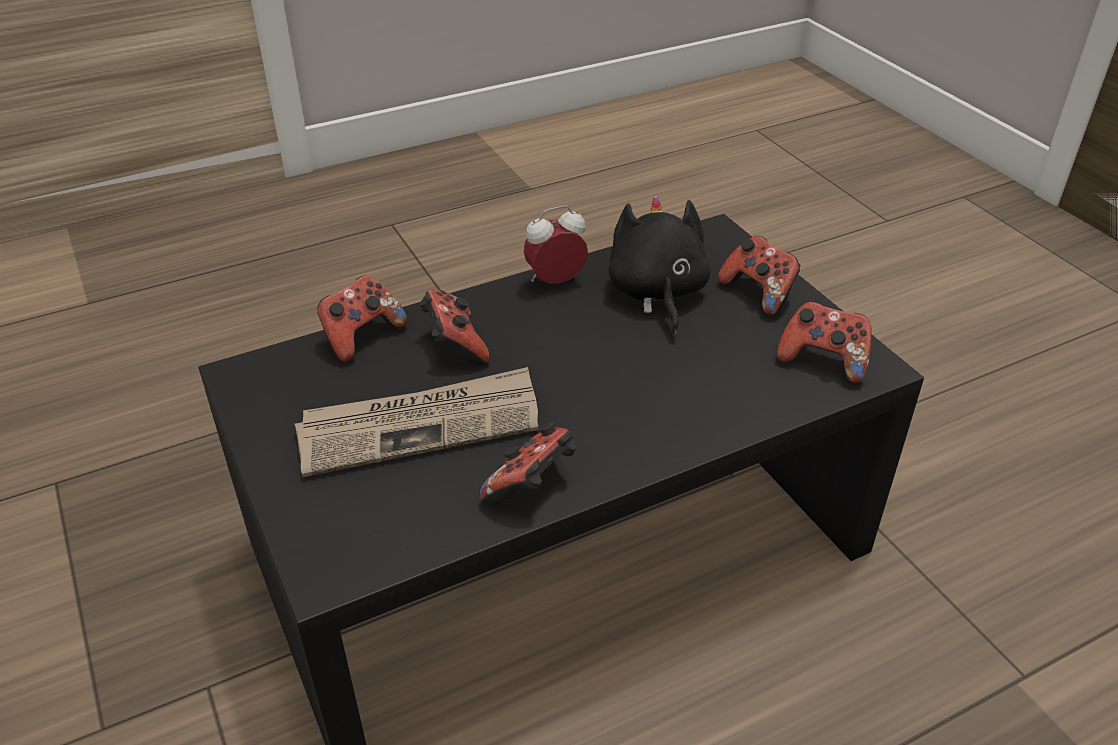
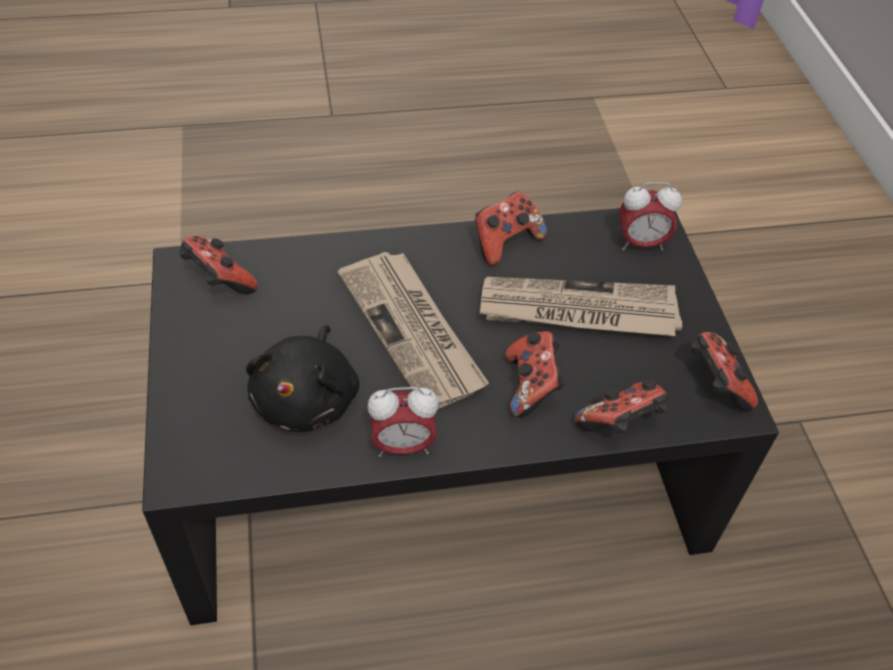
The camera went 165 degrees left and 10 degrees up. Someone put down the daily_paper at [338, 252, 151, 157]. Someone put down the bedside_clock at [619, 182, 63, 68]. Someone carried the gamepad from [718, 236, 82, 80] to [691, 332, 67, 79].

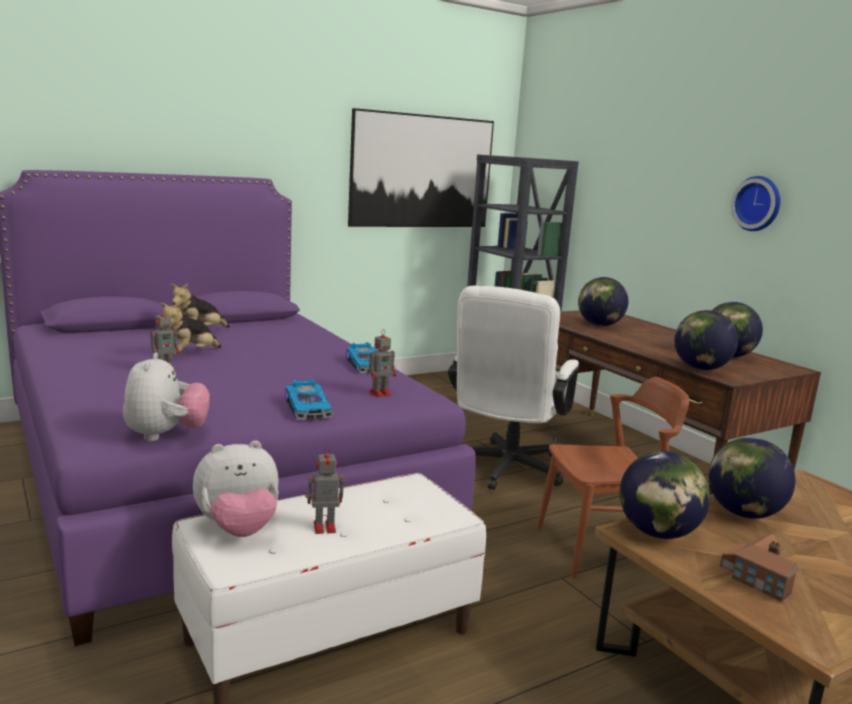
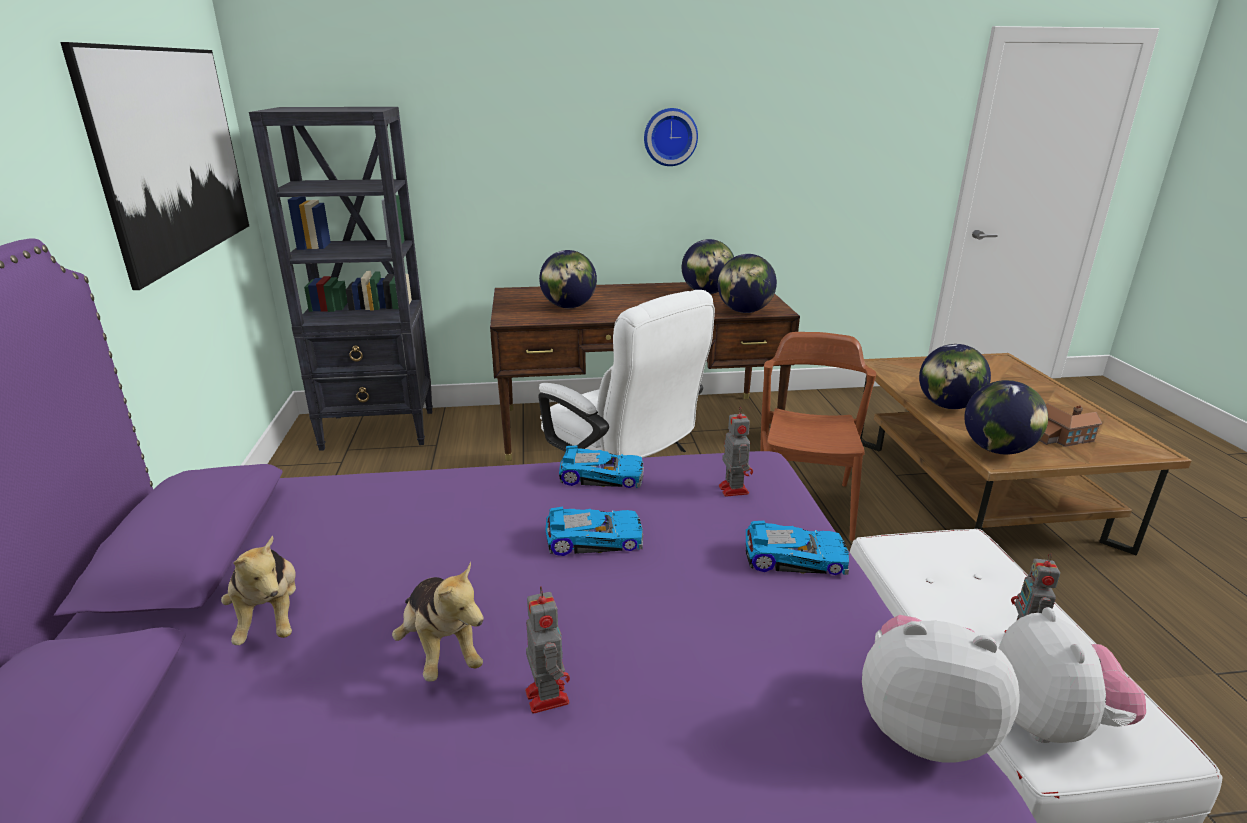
The camera went 65 degrees left and 10 degrees up. Someone put down the toy_car at [545, 506, 98, 50].

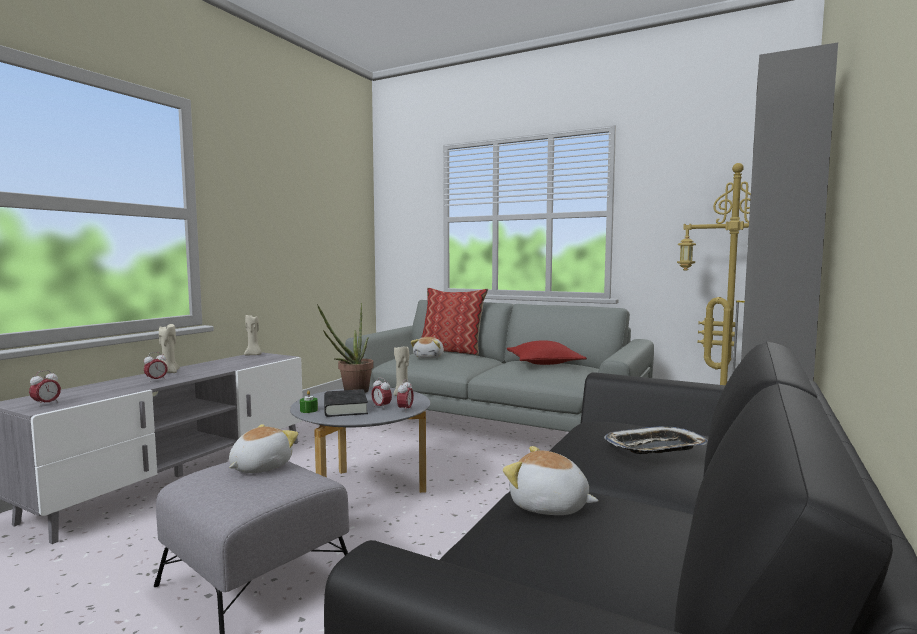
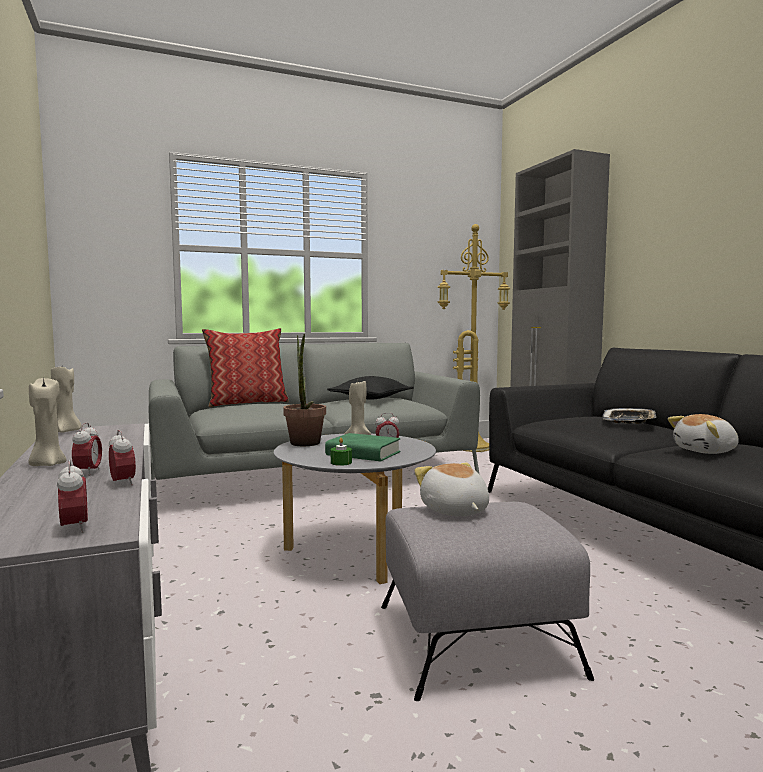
The camera went 50 degrees left and 0 degrees up. Someone took away the plush_toy at [411, 337, 33, 22]. Someone carried the bedside_clock from [397, 379, 17, 29] to [109, 430, 27, 56]. Someone repainted the black_book at [324, 389, 44, 28], which became the greenish_book at [325, 433, 75, 28]. Someone repainted the reddish_throw_pillow at [507, 340, 80, 25], which became the black_throw_pillow at [327, 376, 87, 23].

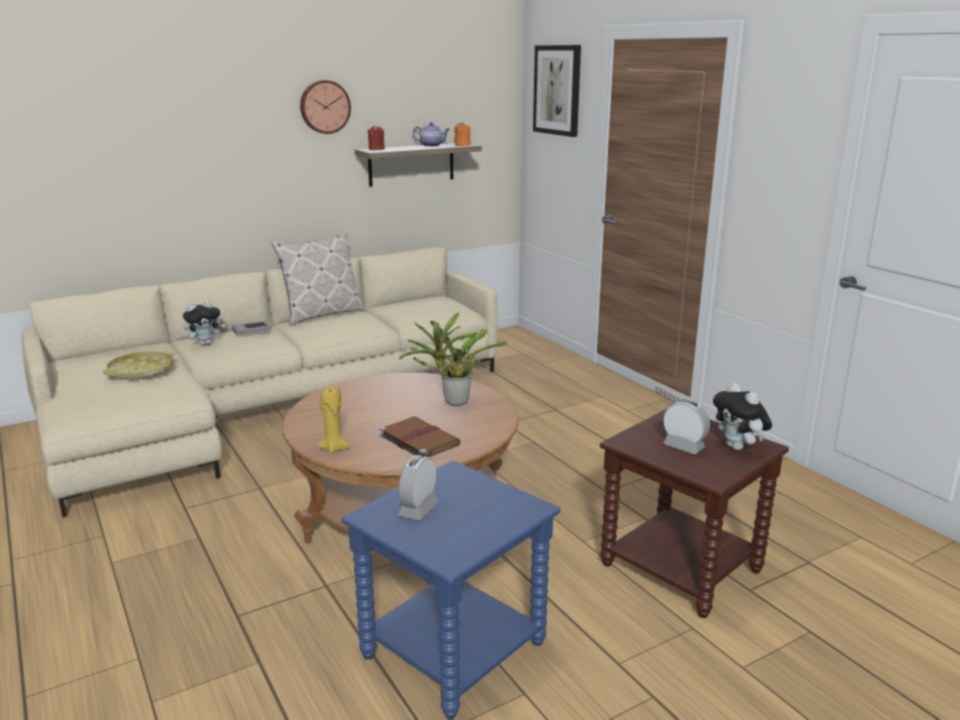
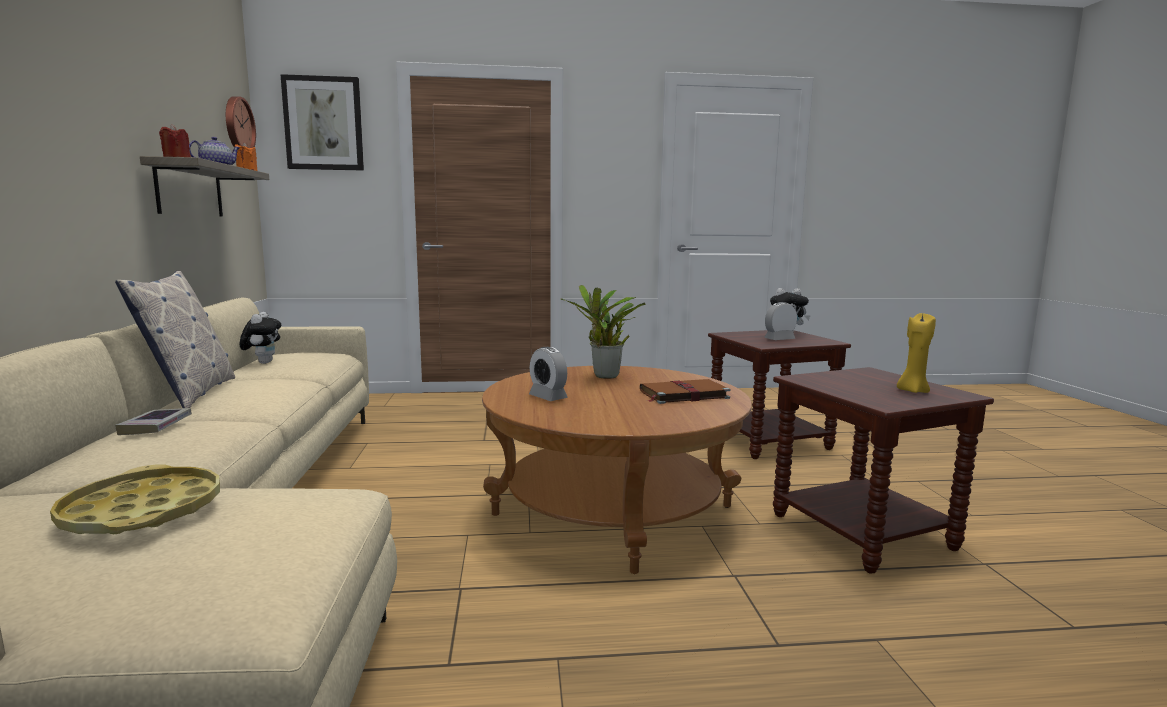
The camera went 65 degrees left and 10 degrees down. Someone carried the plush_toy from [183, 301, 43, 45] to [239, 312, 42, 52]. Someone carried the clock_on_the_wall from [300, 80, 51, 54] to [226, 96, 30, 52]. Someone carried the yellow-coloured_wax_candle from [317, 386, 33, 68] to [897, 313, 39, 80]. Someone carried the bedside_clock from [398, 455, 41, 66] to [529, 347, 39, 54]. Someone repainted the bluish_accent_table at [341, 461, 219, 258], which became the brown-coloured_accent_table at [773, 367, 221, 207].

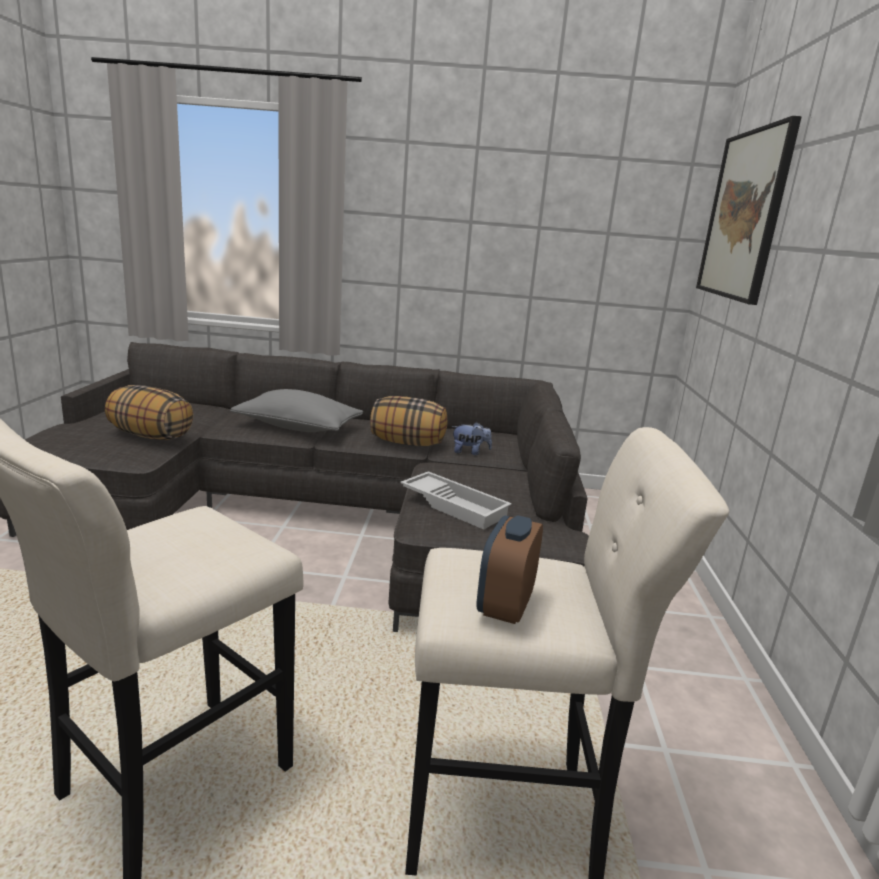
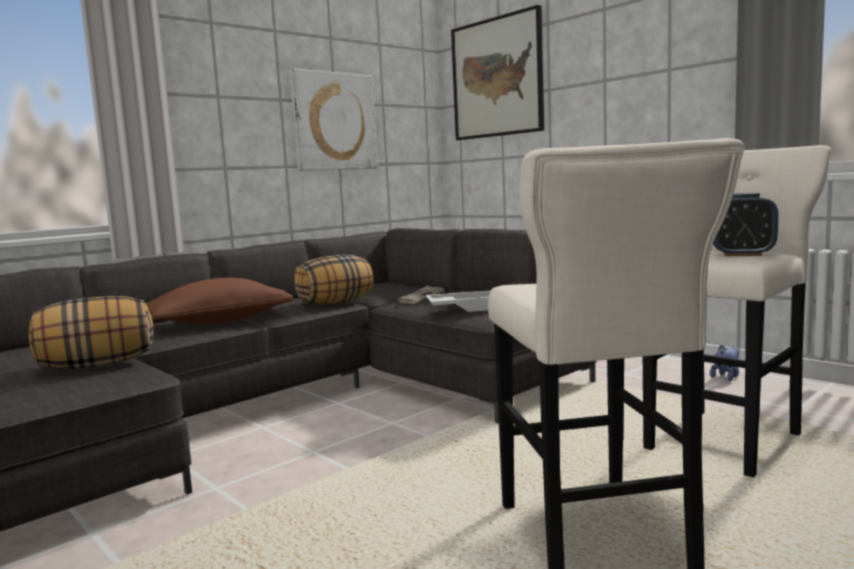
The camera went 45 degrees left and 10 degrees down. Someone put up the wall_picture at [290, 68, 88, 103]. Someone put down the daily_paper at [398, 285, 47, 19]. Someone carried the plush_toy from [452, 422, 40, 33] to [710, 345, 29, 36]. Someone repainted the grey_throw_pillow at [230, 389, 133, 43], which became the brown-coloured_throw_pillow at [146, 278, 148, 47]. Someone rotated the bedside_clock at [477, 515, 66, 109] by 45 degrees counterclockwise.

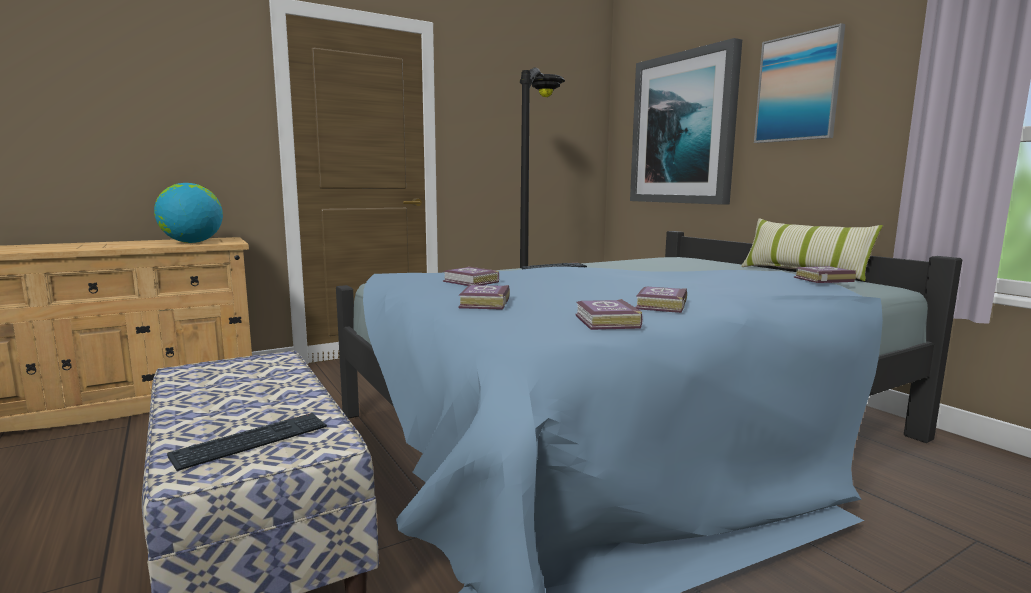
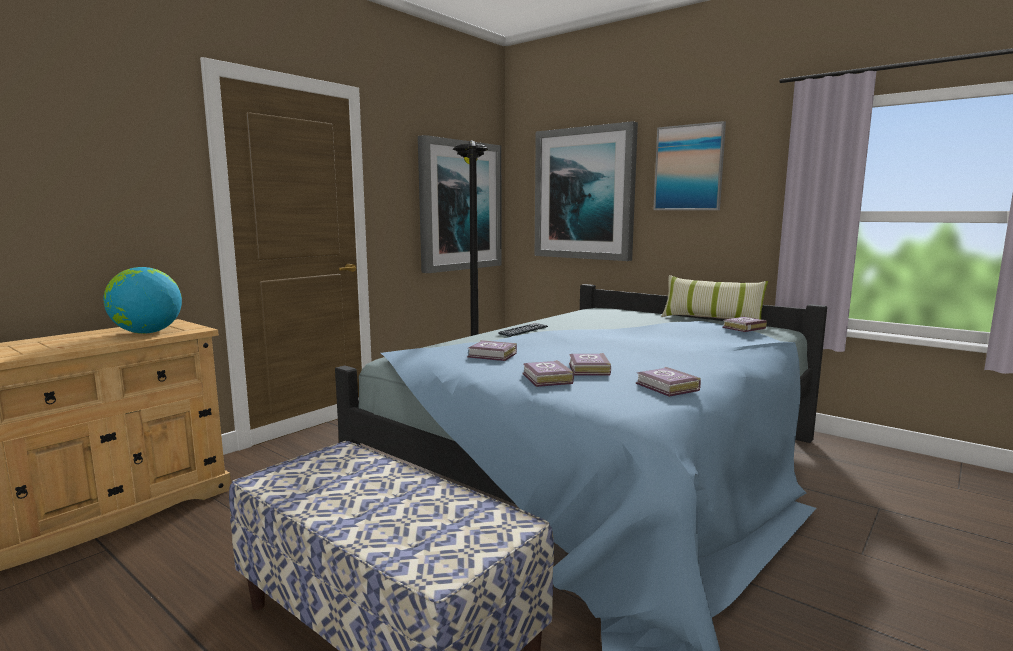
The camera went 20 degrees left and 0 degrees up. Someone took away the computer_keyboard at [167, 413, 160, 58]. Someone put up the wall_picture at [418, 135, 84, 138]. Someone carried the book from [635, 287, 52, 26] to [569, 353, 42, 23].

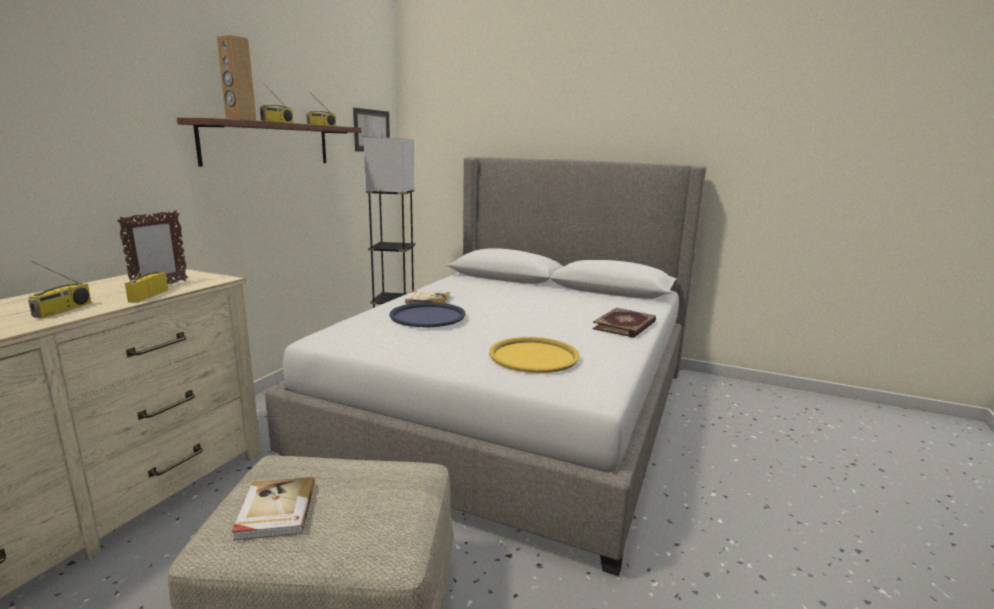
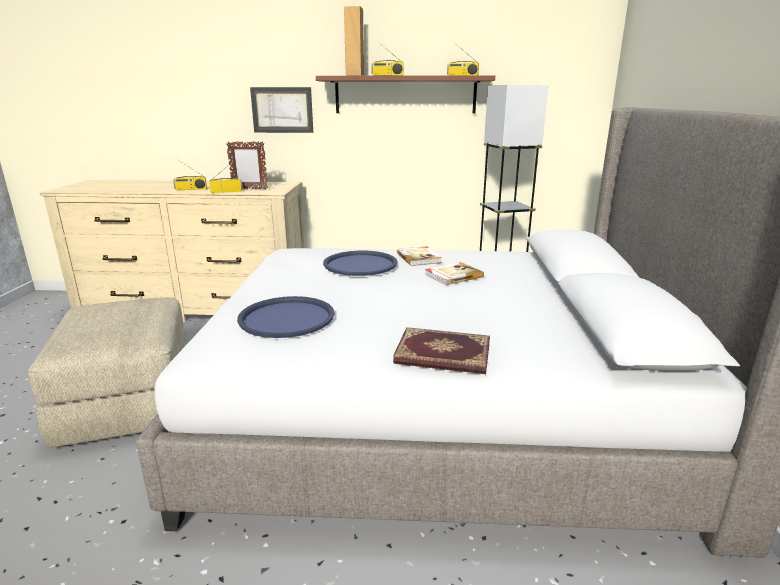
The camera went 70 degrees right and 5 degrees up. Someone carried the book from [232, 477, 83, 64] to [425, 262, 59, 23]. Someone carried the wall_picture from [353, 108, 37, 44] to [250, 87, 63, 46]. Someone repainted the yellow-coloured_serving_tray at [489, 337, 91, 36], which became the bluish_serving_tray at [237, 296, 98, 42].

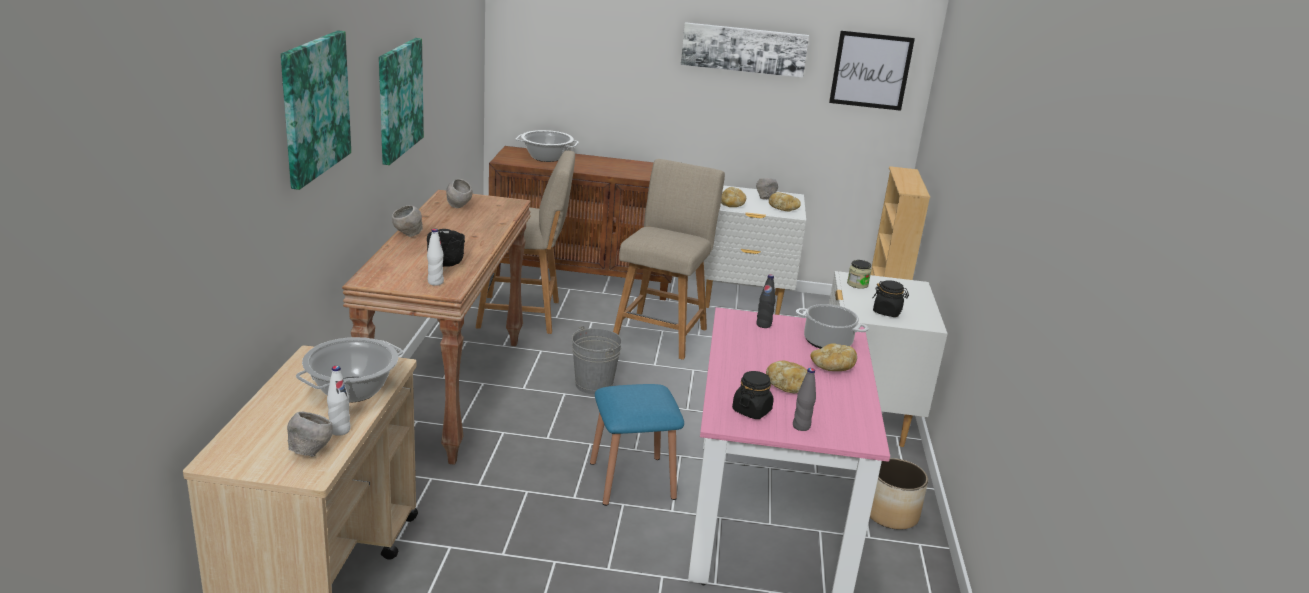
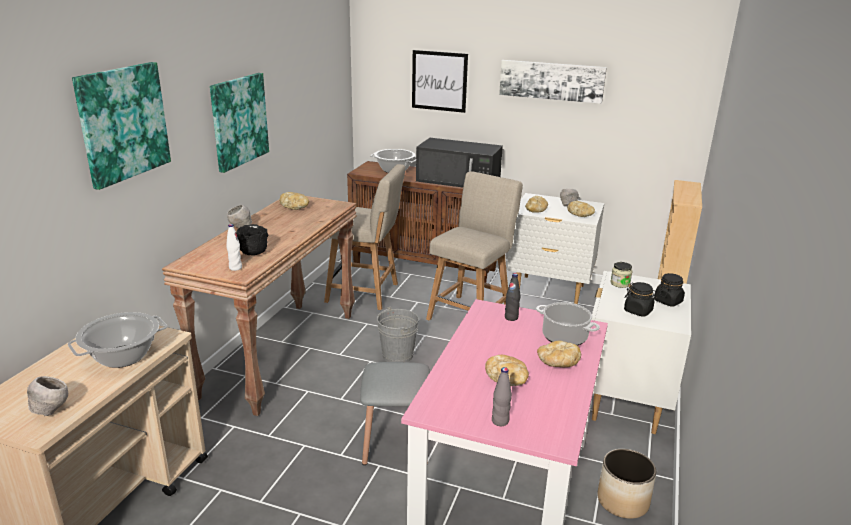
The camera went 15 degrees right and 0 degrees up. Someone took away the white-coloured_drink_bottle at [327, 366, 24, 70]. Someone put down the black_kitchen_microwave at [416, 138, 87, 50]. Someone carried the black_storage_jar from [732, 371, 42, 48] to [654, 273, 31, 33]. Someone carried the wall_picture from [829, 30, 86, 81] to [412, 50, 56, 63]. Someone swapped the grey_deep_dish at [446, 179, 27, 29] for the bakery_bread at [279, 192, 30, 18]. Someone repainted the bluish_stool_seat at [590, 384, 94, 122], which became the grey_stool_seat at [360, 362, 70, 103].

